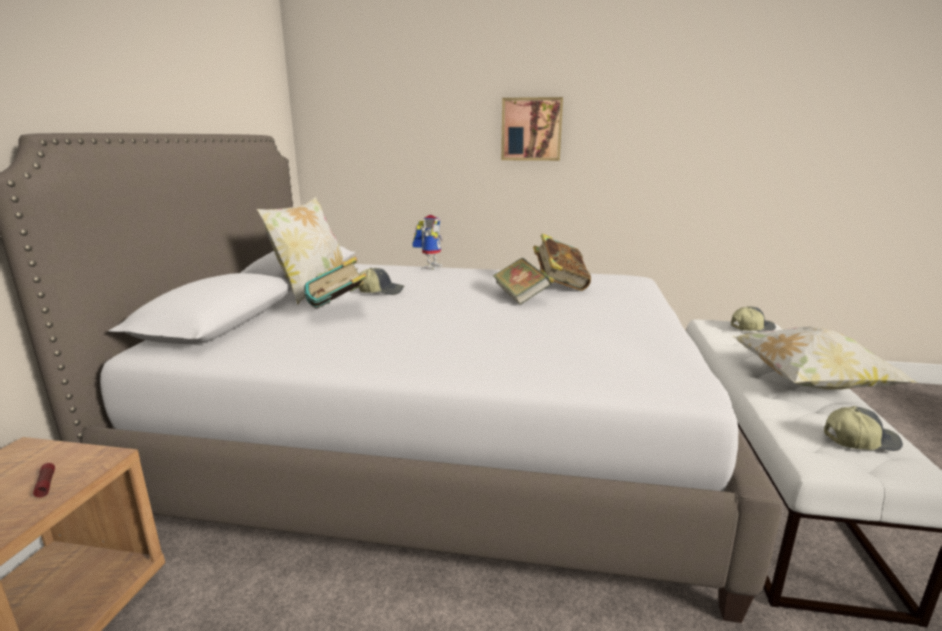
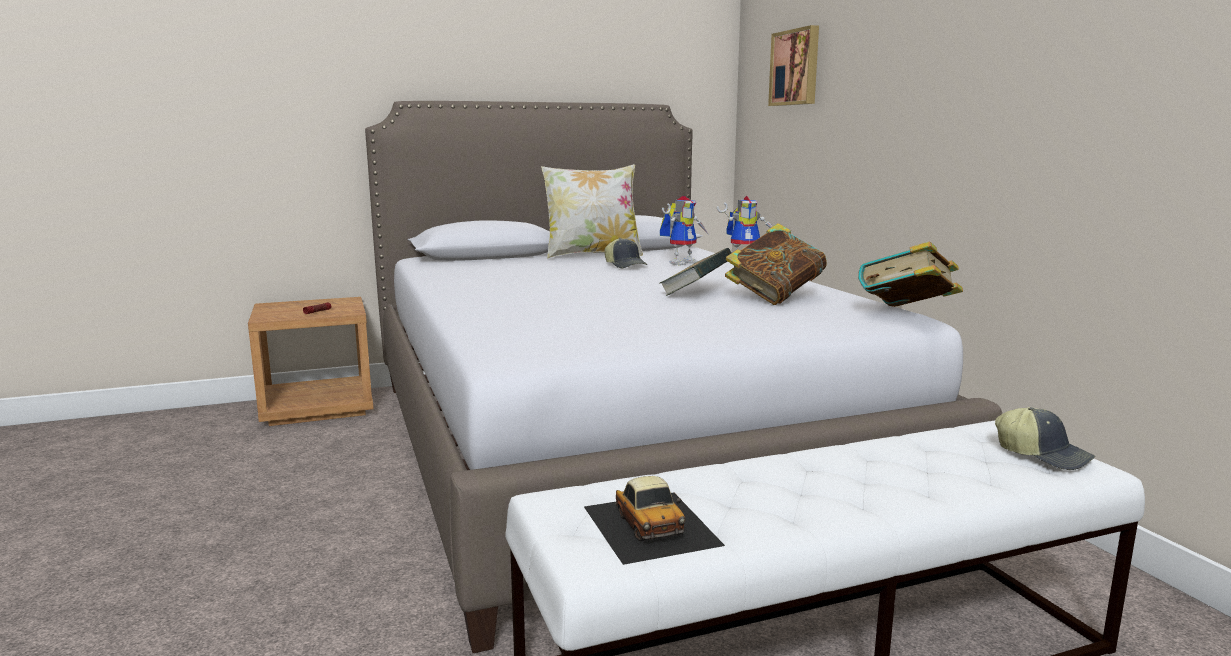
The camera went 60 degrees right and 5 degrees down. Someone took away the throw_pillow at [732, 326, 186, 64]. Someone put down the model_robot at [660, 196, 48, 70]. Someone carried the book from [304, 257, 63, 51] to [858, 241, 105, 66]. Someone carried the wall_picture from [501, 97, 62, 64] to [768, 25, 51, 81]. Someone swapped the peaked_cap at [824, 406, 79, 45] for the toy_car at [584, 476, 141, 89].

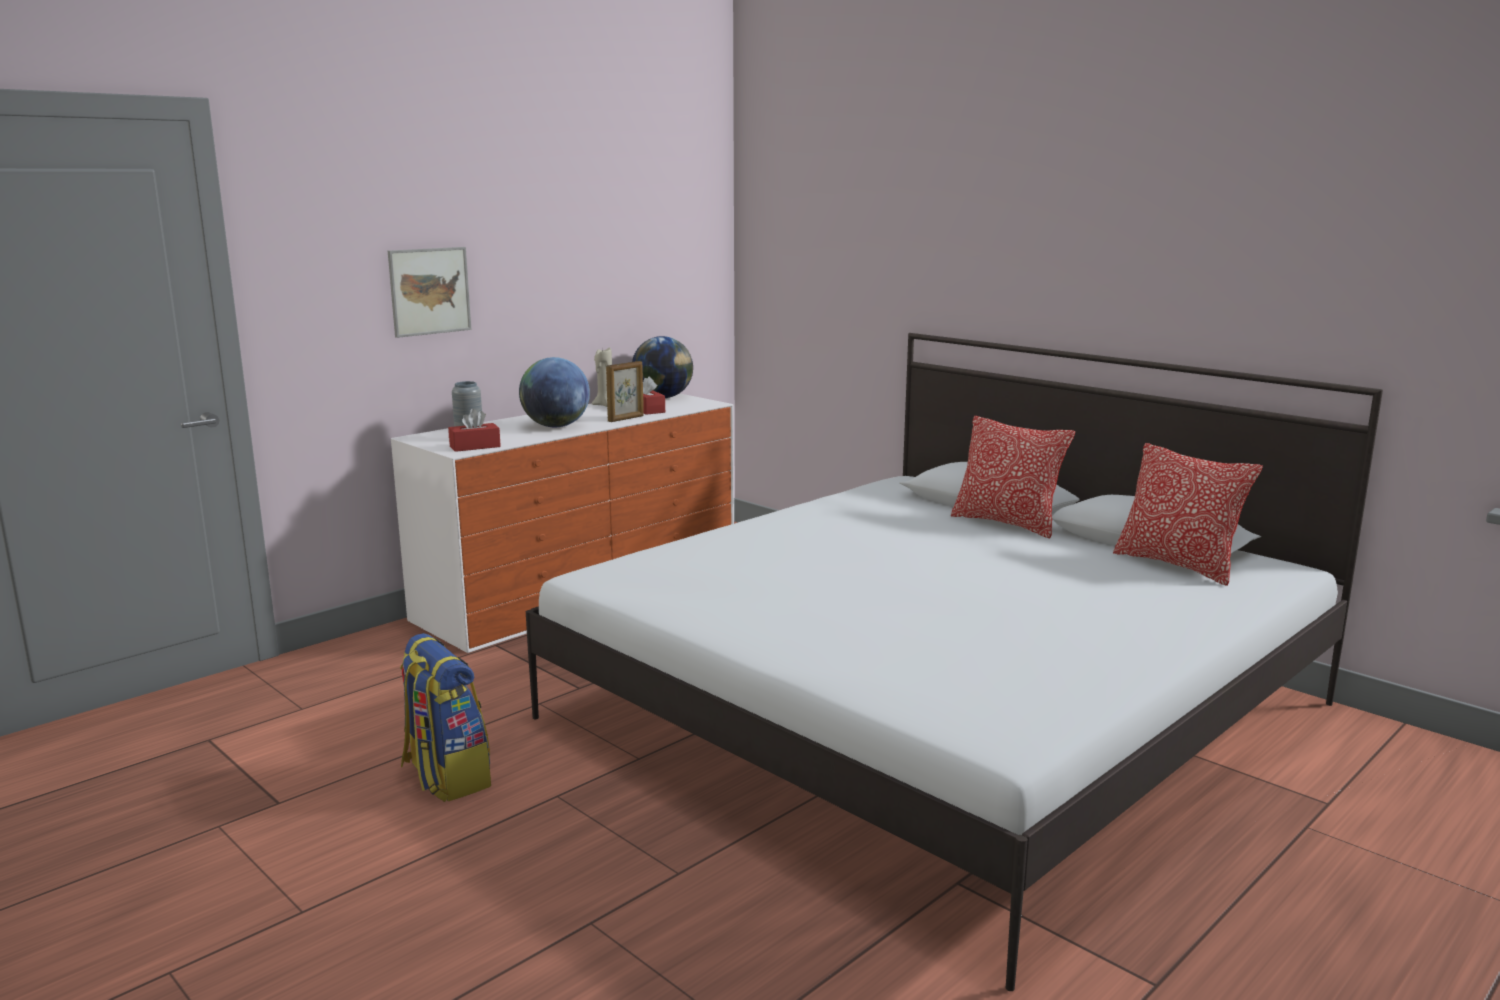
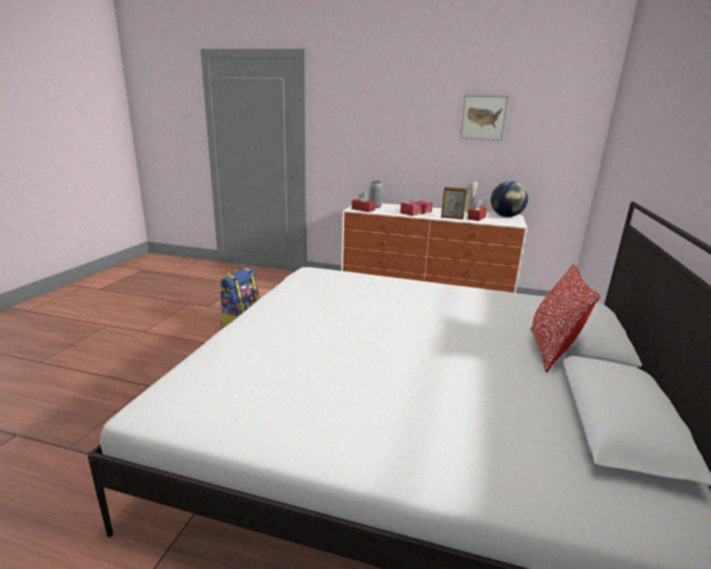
The camera went 60 degrees right and 5 degrees up. Someone took away the throw_pillow at [1113, 443, 150, 143]. Someone carried the wall_picture from [388, 247, 83, 91] to [460, 95, 49, 46]. Someone swapped the world_globe at [519, 357, 71, 70] for the tissue_holder at [400, 200, 33, 16].

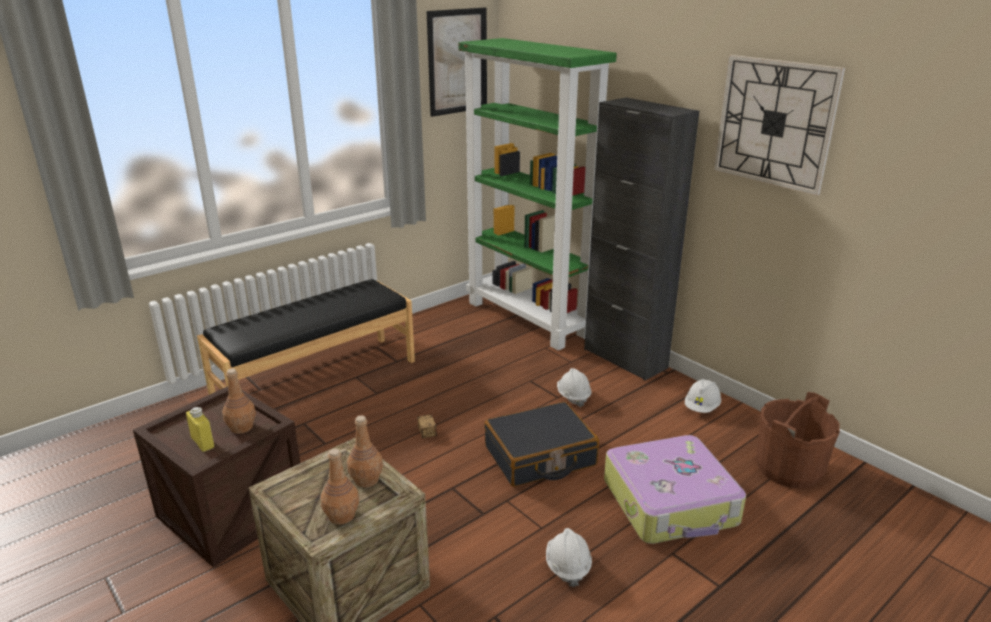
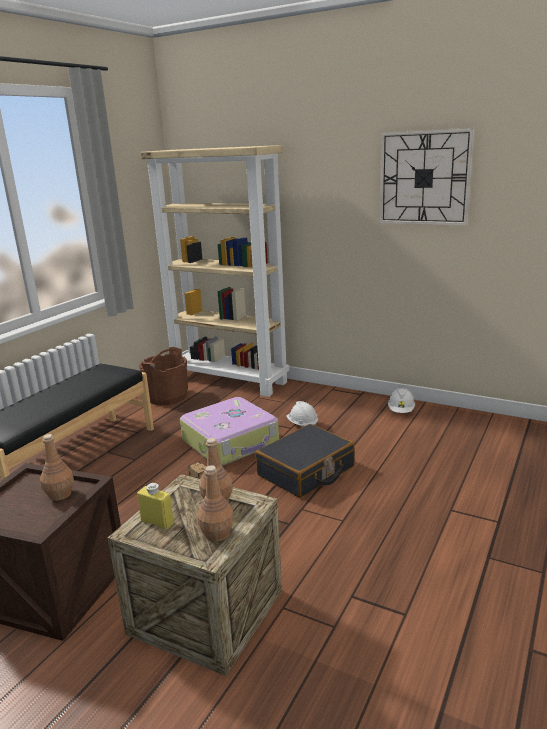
The camera went 20 degrees left and 5 degrees down. Someone took away the wall_picture at [426, 8, 61, 109]. Someone took away the white-coloured_safety_helmet at [546, 528, 46, 59]. Someone took away the black_cabinet at [584, 97, 115, 284]. Someone carried the yellow-coloured_drink_bottle from [186, 407, 28, 45] to [137, 483, 37, 47]. Someone carried the travel_case from [604, 435, 142, 109] to [180, 397, 99, 69]. Someone carried the brown-coloured_water_bucket from [756, 392, 84, 96] to [139, 347, 49, 58]. Someone repainted the greenish_bookshelf at [458, 38, 159, 313], which became the sand-coloured_bookshelf at [141, 145, 148, 252].

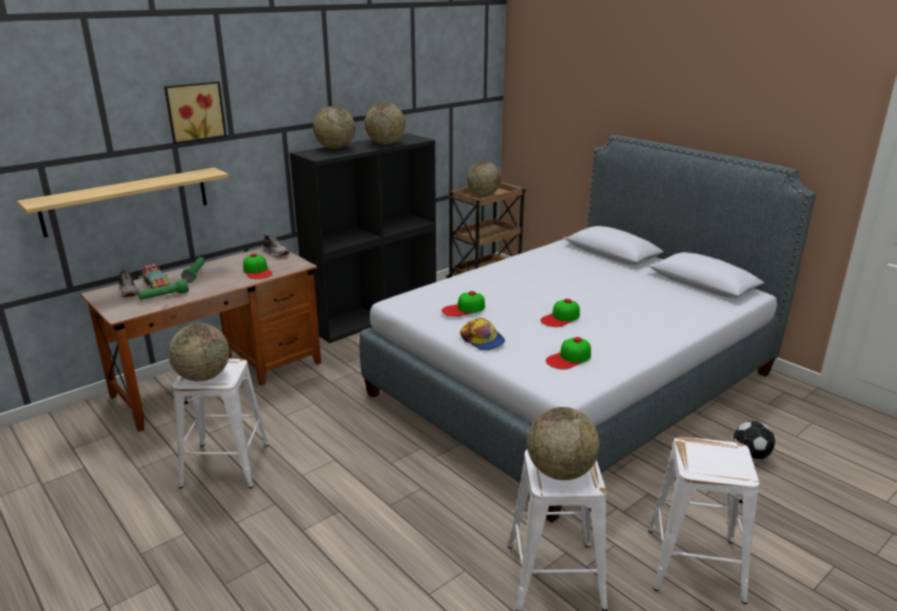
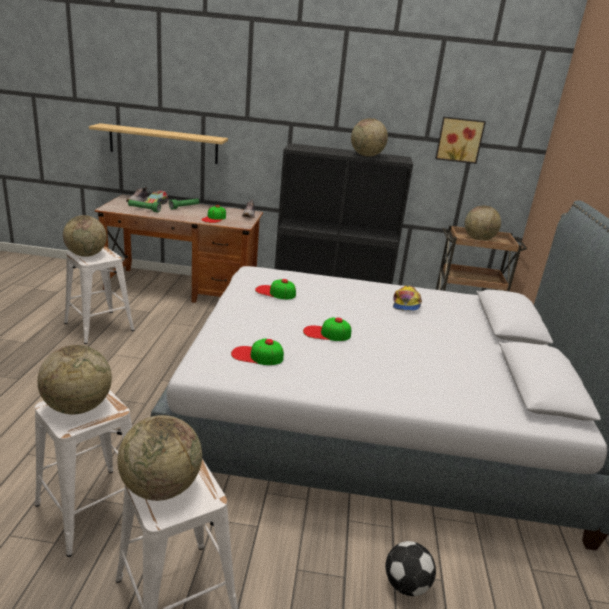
The camera went 45 degrees right and 0 degrees up. Someone carried the wall_picture from [164, 81, 63, 63] to [435, 117, 51, 47]. Someone carried the world_globe from [313, 106, 42, 43] to [117, 415, 85, 86]. Someone carried the peaked_cap from [460, 318, 45, 33] to [393, 286, 29, 25].

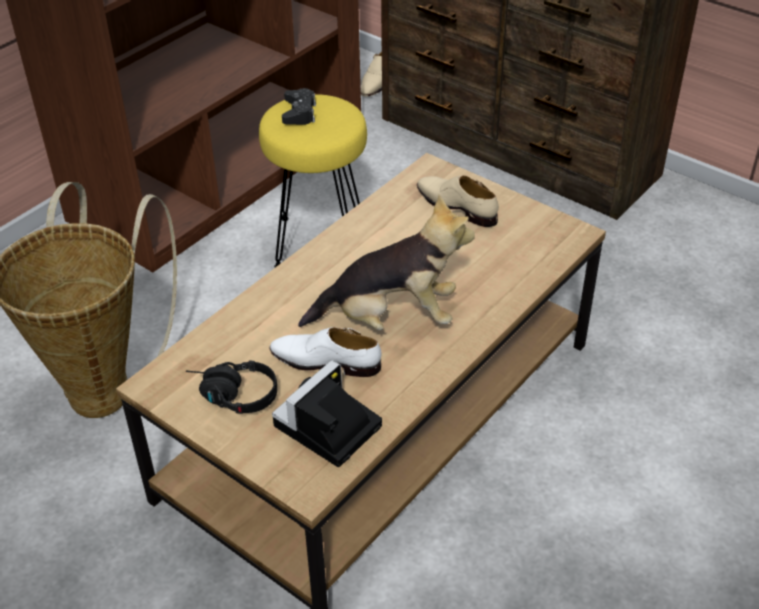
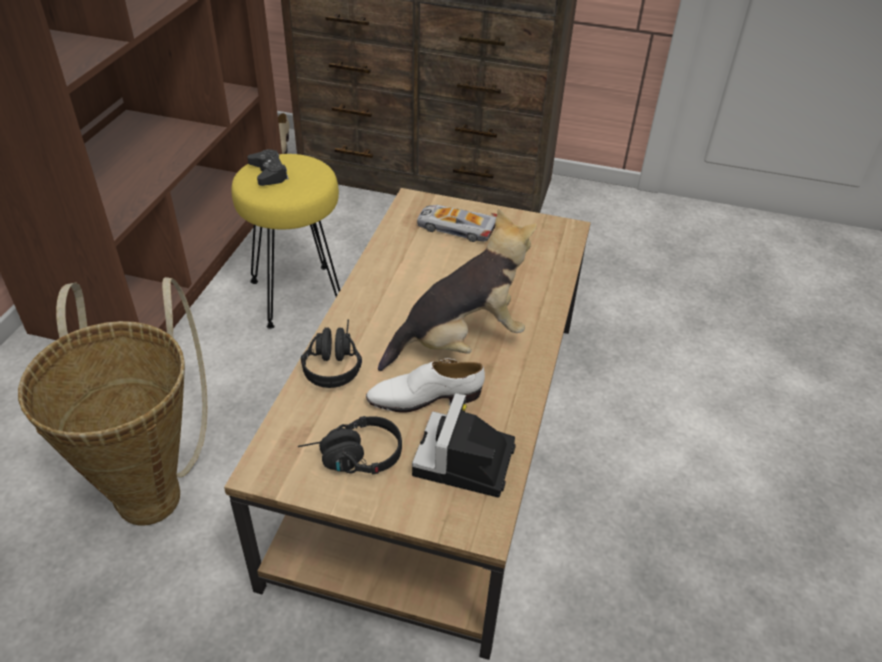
The camera went 25 degrees left and 0 degrees up. Someone put down the black_headphones at [301, 319, 61, 69]. Someone swapped the sand-coloured_item_of_footwear at [417, 175, 82, 52] for the toy_car at [417, 205, 80, 37].

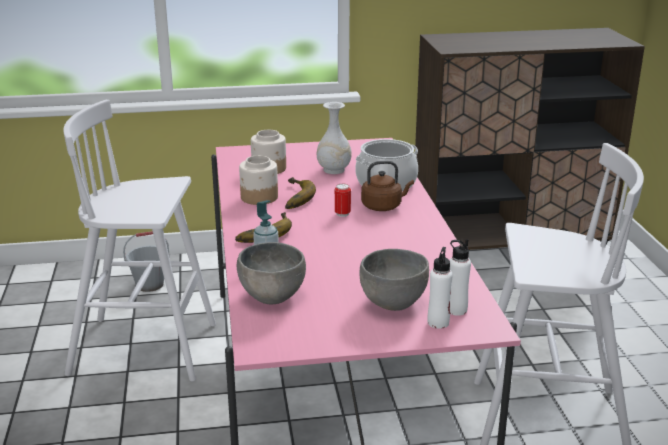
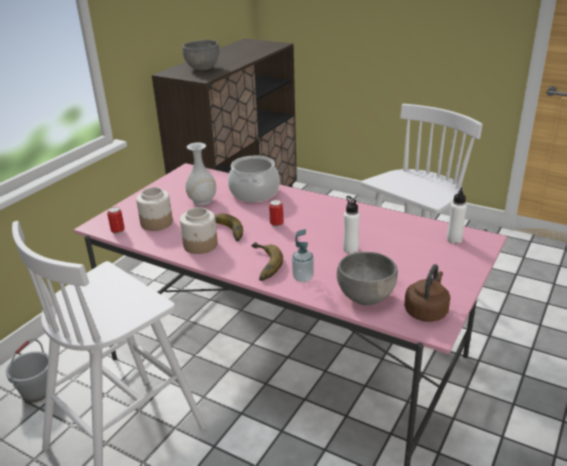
The camera went 50 degrees left and 5 degrees up. Someone put down the can at [107, 207, 18, 28]. Someone carried the grey_deep_dish from [359, 249, 70, 62] to [182, 40, 37, 30]. Someone carried the brown-coloured_tea_kettle from [361, 161, 53, 50] to [404, 264, 46, 58]. Someone carried the white-coloured_drink_bottle from [428, 247, 25, 82] to [343, 196, 17, 58].

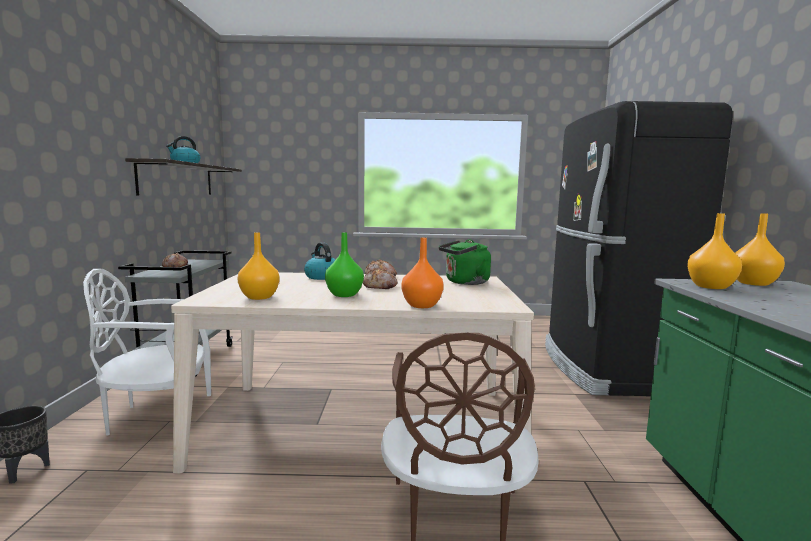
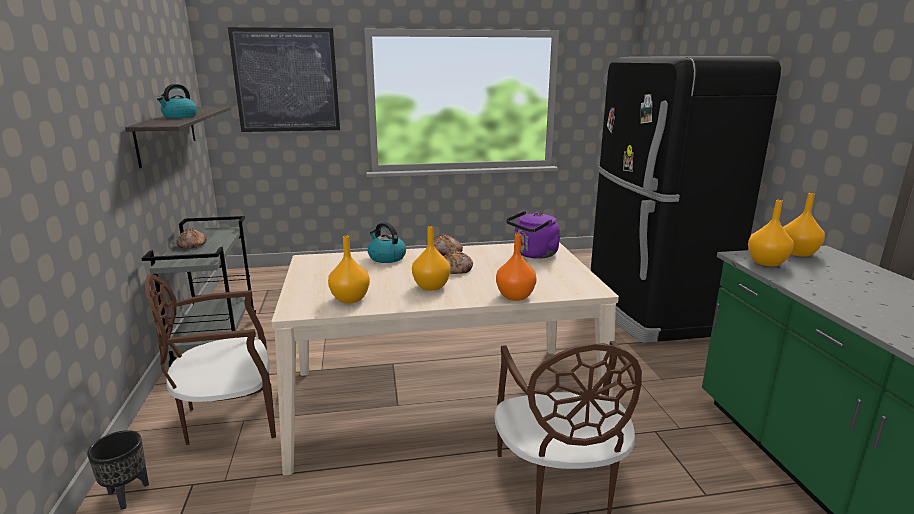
The camera went 10 degrees left and 10 degrees up. Someone put up the wall_picture at [228, 27, 112, 105]. Someone repainted the white-coloured_upright_chair at [83, 269, 128, 166], which became the brown-coloured_upright_chair at [145, 274, 131, 171]. Someone repainted the greenish_decorative_vase at [325, 232, 39, 65], which became the orange_decorative_vase at [412, 226, 39, 65]. Someone repainted the greenish_tea_kettle at [439, 239, 52, 46], which became the purple-coloured_tea_kettle at [506, 211, 55, 48].

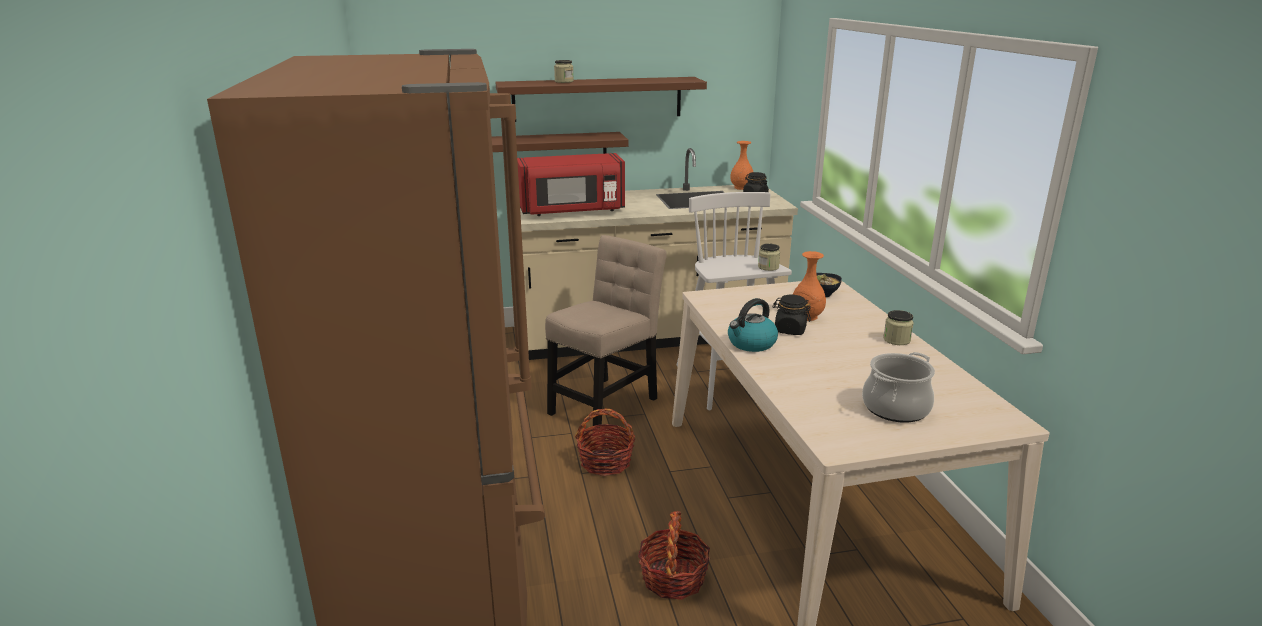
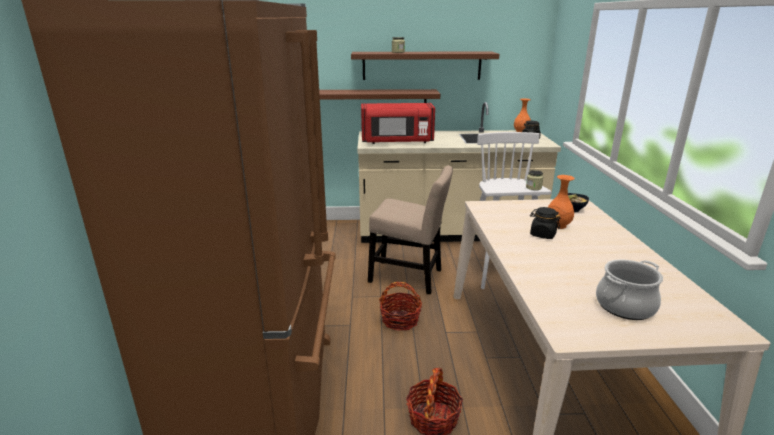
The camera went 10 degrees right and 0 degrees up. Someone took away the tea_kettle at [728, 298, 50, 54]. Someone took away the storage_jar at [883, 310, 31, 35]. Someone rotated the sand-coloured_upright_chair at [545, 235, 122, 193] by 60 degrees clockwise.

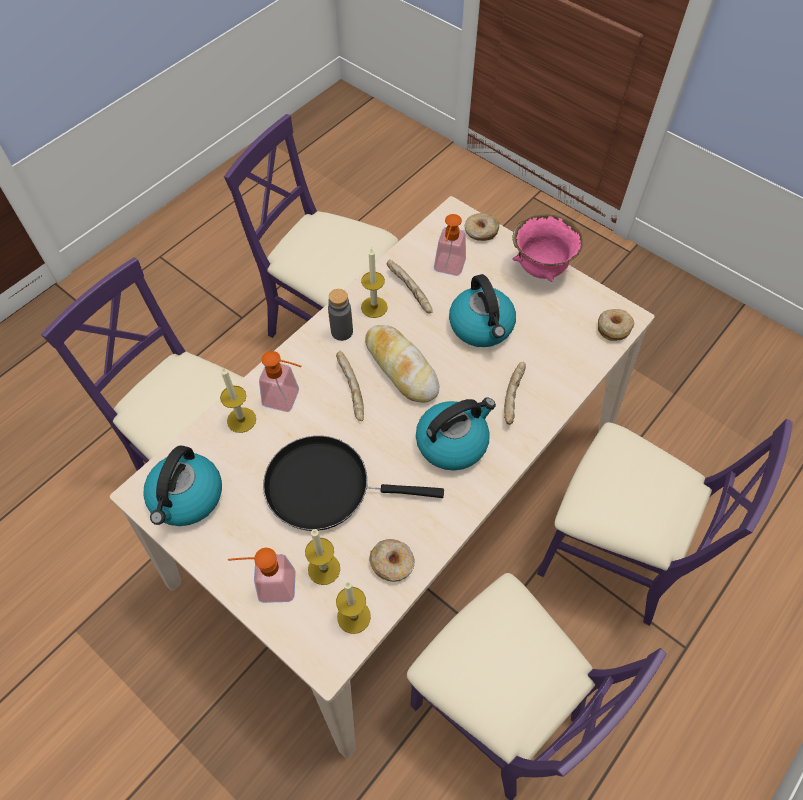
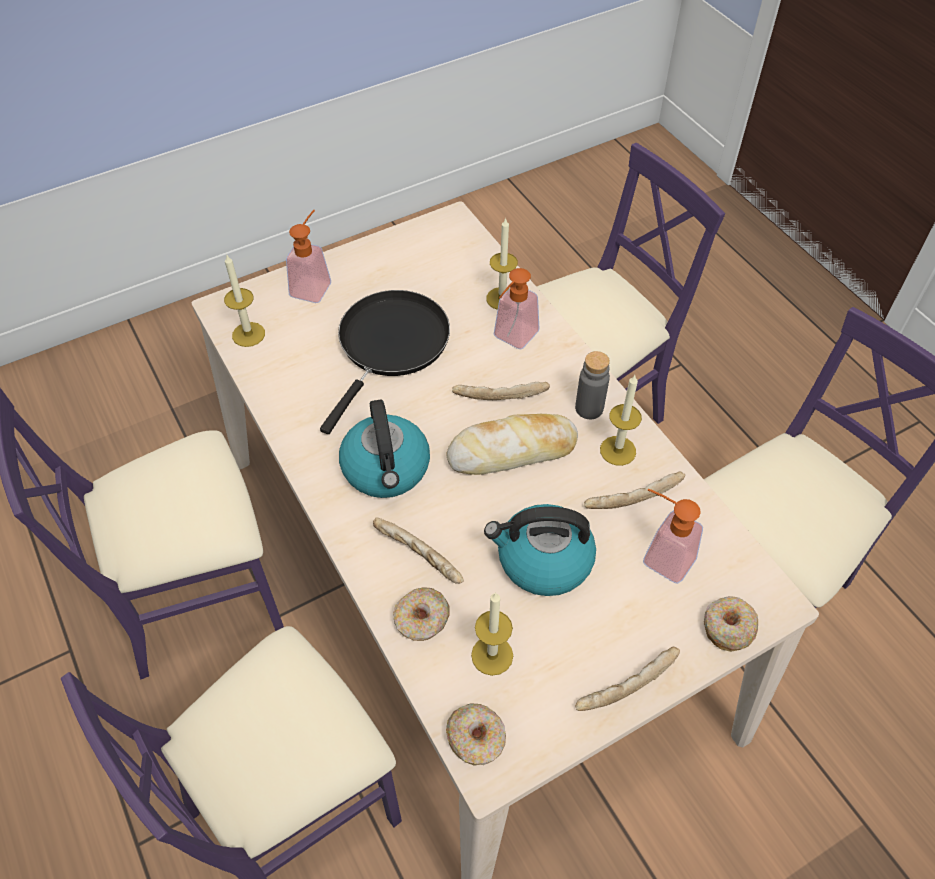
The camera went 110 degrees right and 5 degrees down. Someone took away the tea_kettle at [143, 446, 79, 80]. Someone carried the wax_candle from [305, 529, 35, 56] to [471, 592, 42, 84]. Someone carried the donut from [369, 539, 46, 43] to [393, 587, 57, 54]. Someone swapped the pink_deep_dish at [512, 214, 71, 68] for the bakery_bread at [575, 647, 105, 64].

